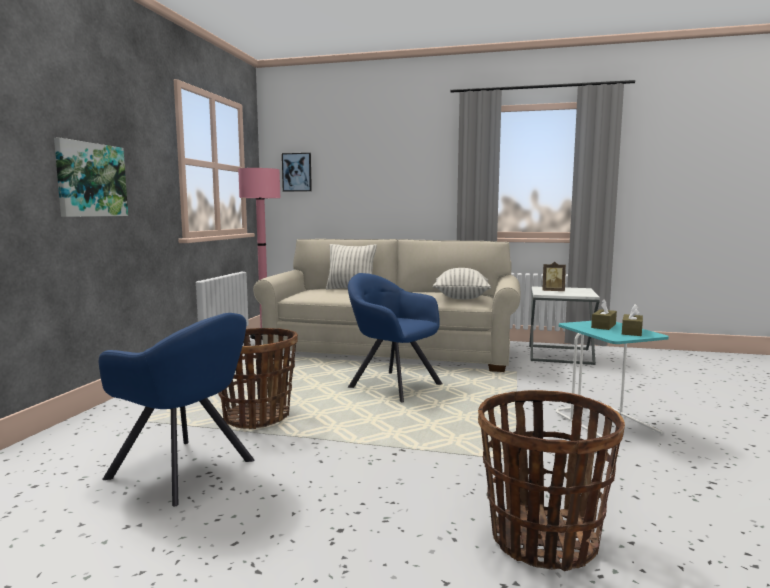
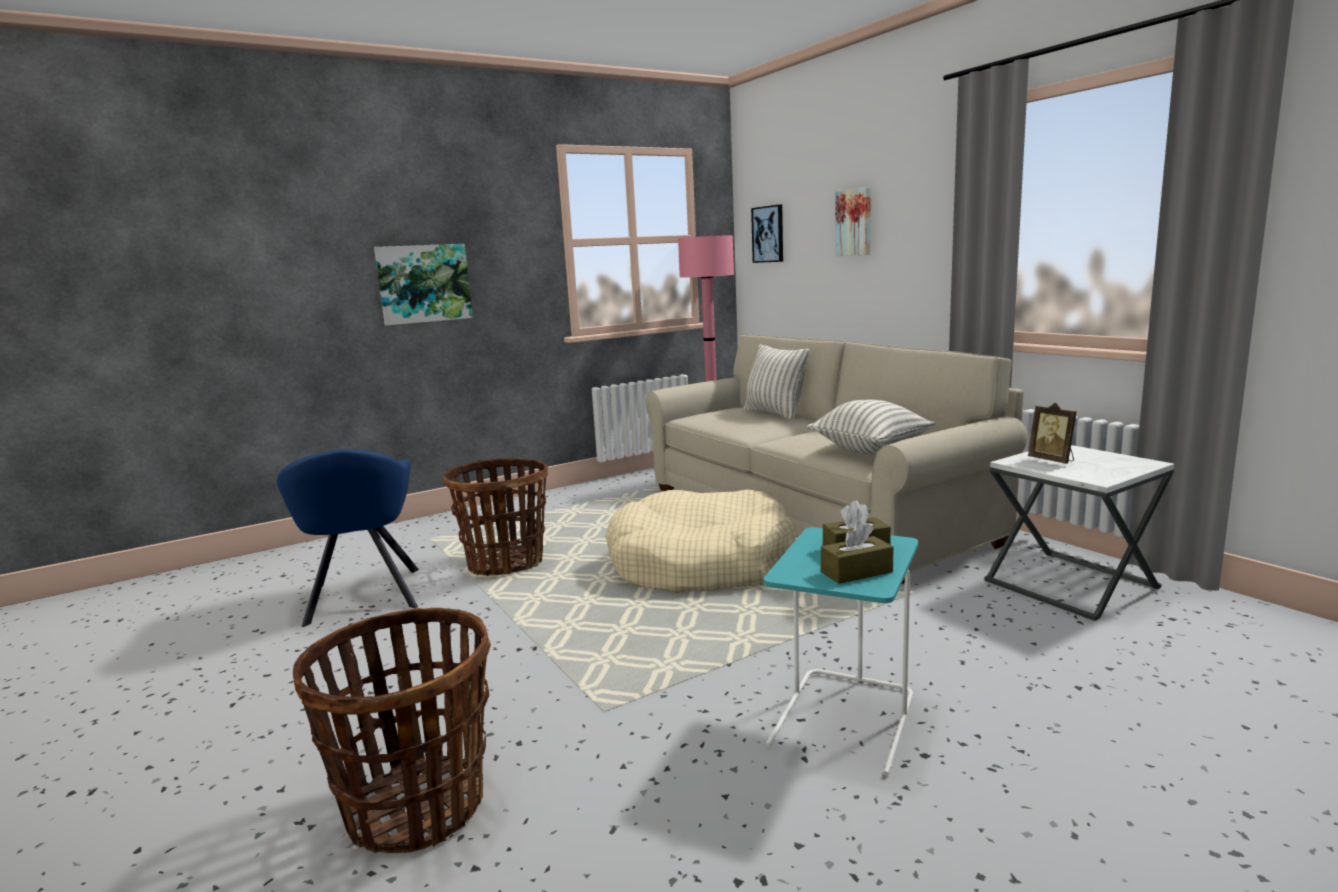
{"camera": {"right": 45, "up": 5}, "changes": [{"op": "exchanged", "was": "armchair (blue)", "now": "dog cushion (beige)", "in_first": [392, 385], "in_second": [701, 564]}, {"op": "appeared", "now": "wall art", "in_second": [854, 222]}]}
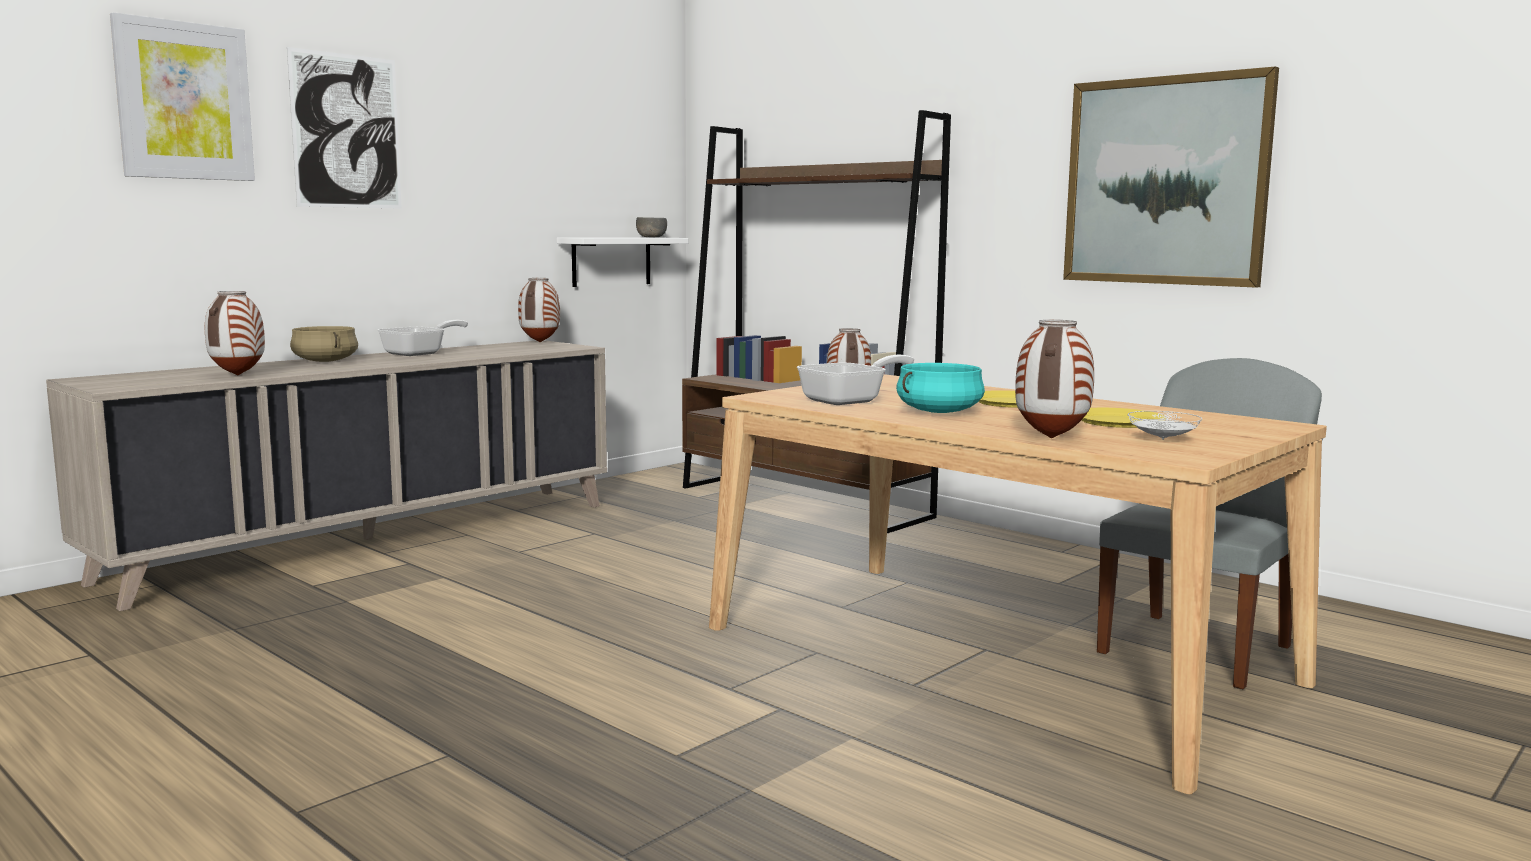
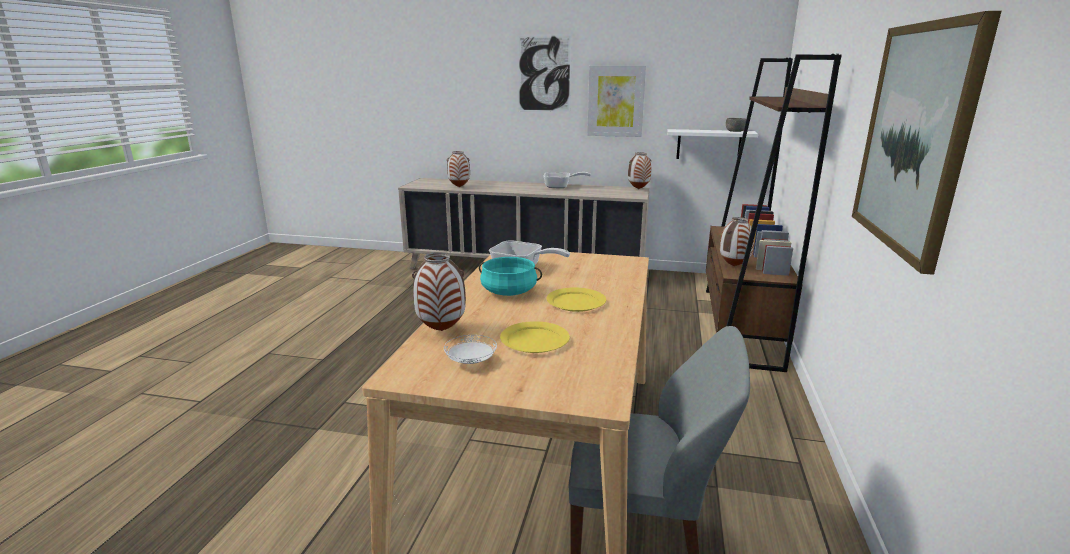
{"camera": {"right": 60, "up": 10}, "changes": [{"op": "relocated", "was": "wall art", "in_first": [184, 101], "in_second": [616, 101]}, {"op": "missing", "was": "saucepot (beige)", "in_first": [326, 361]}]}
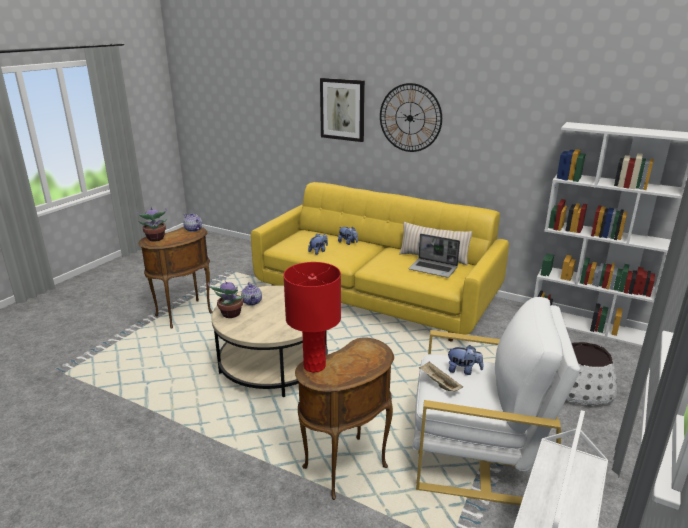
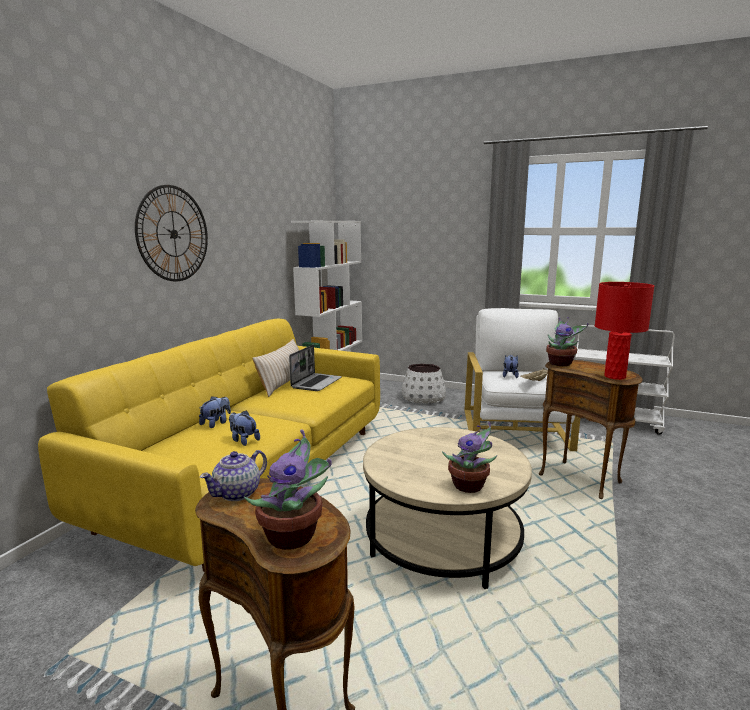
{"camera": {"right": -95, "up": -10}, "changes": [{"op": "missing", "was": "tea pot", "in_first": [252, 302]}, {"op": "missing", "was": "wall art", "in_first": [342, 109]}, {"op": "appeared", "now": "plant in a pot", "in_second": [561, 363]}]}
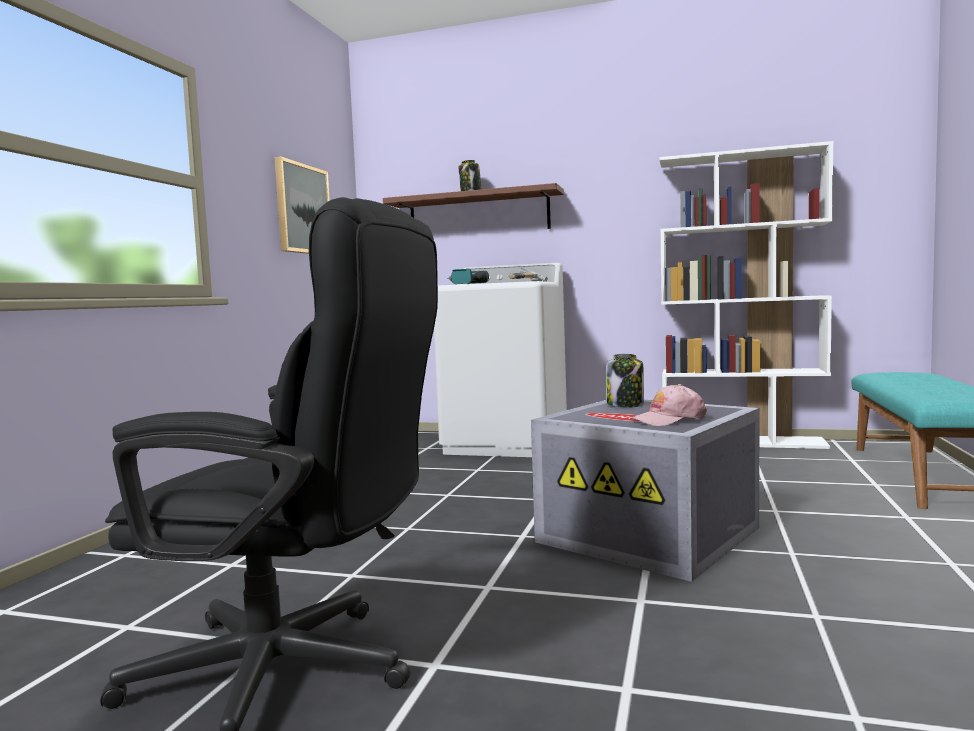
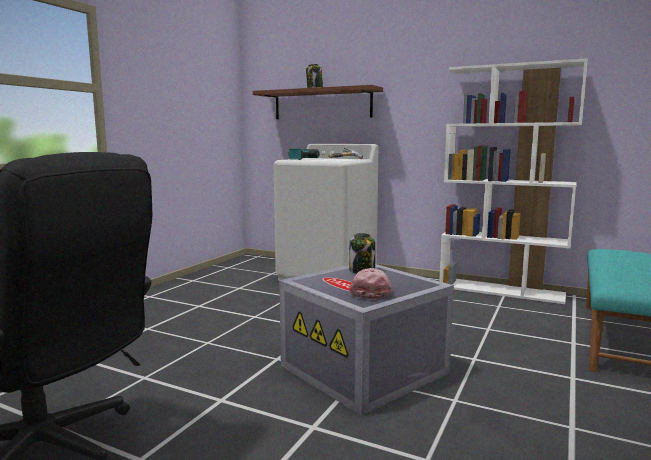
{"camera": {"right": 10, "up": 5}, "changes": [{"op": "missing", "was": "wall art", "in_first": [302, 209]}, {"op": "spun", "was": "peaked cap (pinkish)", "in_first": [668, 420], "in_second": [370, 292], "clockwise": 105}]}
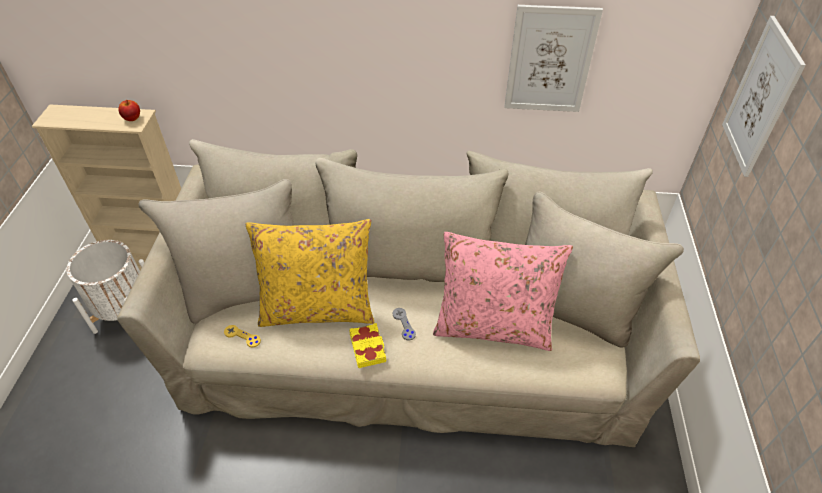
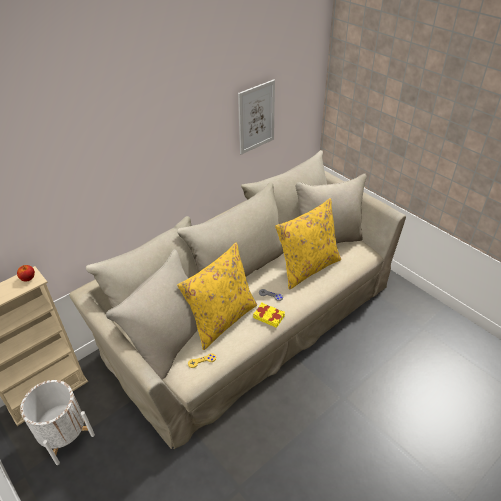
{"camera": {"right": -45, "up": -5}, "changes": [{"op": "colour", "was": "throw pillow (pinkish)", "now": "throw pillow (yellow)", "in_first": [493, 326], "in_second": [308, 267]}, {"op": "missing", "was": "wall art", "in_first": [760, 98]}]}
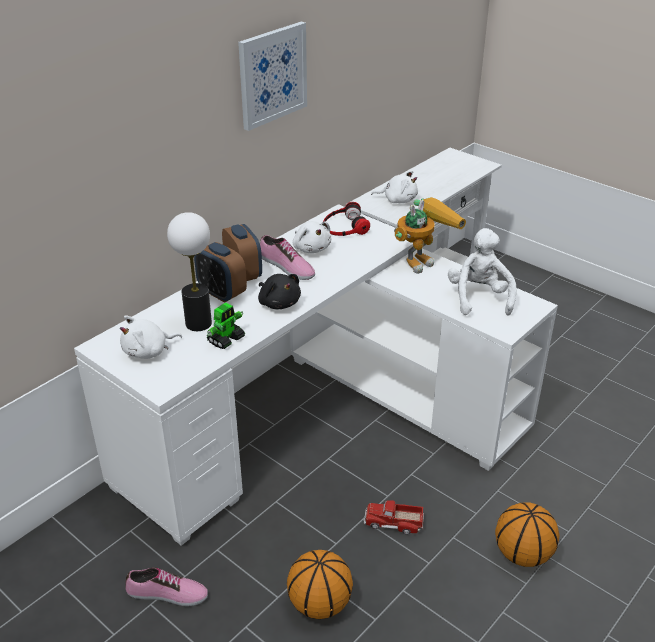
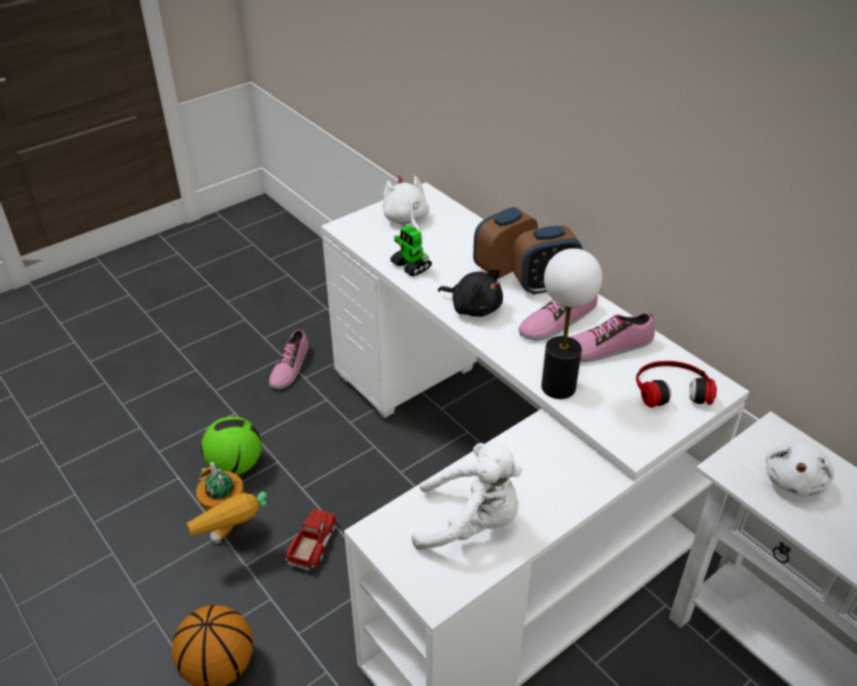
{"camera": {"right": 100, "up": 5}, "changes": [{"op": "relocated", "was": "tabletop lamp", "in_first": [198, 324], "in_second": [557, 387]}, {"op": "missing", "was": "wall art", "in_first": [272, 75]}, {"op": "spun", "was": "plush toy (black)", "in_first": [278, 303], "in_second": [474, 307], "clockwise": -120}, {"op": "exchanged", "was": "ball for basketball", "now": "football ball", "in_first": [319, 603], "in_second": [236, 465]}, {"op": "exchanged", "was": "plush toy (white-coloured)", "now": "shoe", "in_first": [311, 248], "in_second": [605, 347]}, {"op": "relocated", "was": "model robot", "in_first": [422, 259], "in_second": [231, 536]}]}
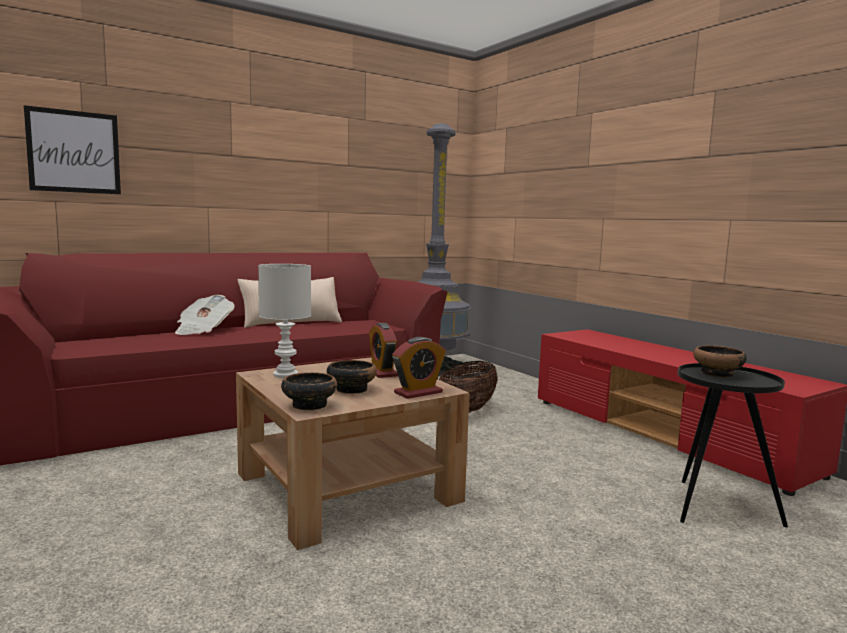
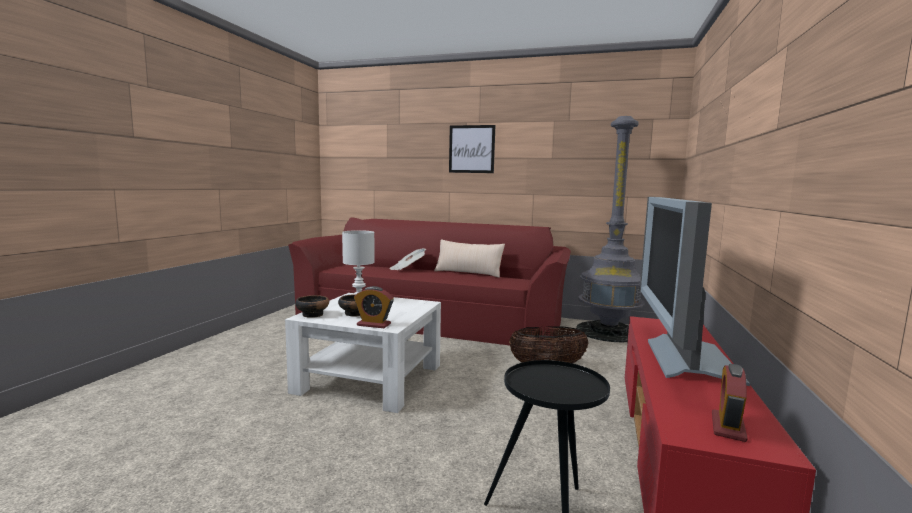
{"camera": {"right": 50, "up": 0}, "changes": [{"op": "relocated", "was": "wall art", "in_first": [74, 152], "in_second": [471, 149]}, {"op": "colour", "was": "coffee table (brown)", "now": "coffee table (white-coloured)", "in_first": [346, 487], "in_second": [369, 378]}, {"op": "relocated", "was": "bedside clock", "in_first": [382, 372], "in_second": [728, 427]}, {"op": "missing", "was": "serving bowl", "in_first": [718, 374]}, {"op": "appeared", "now": "TV set", "in_second": [684, 360]}]}
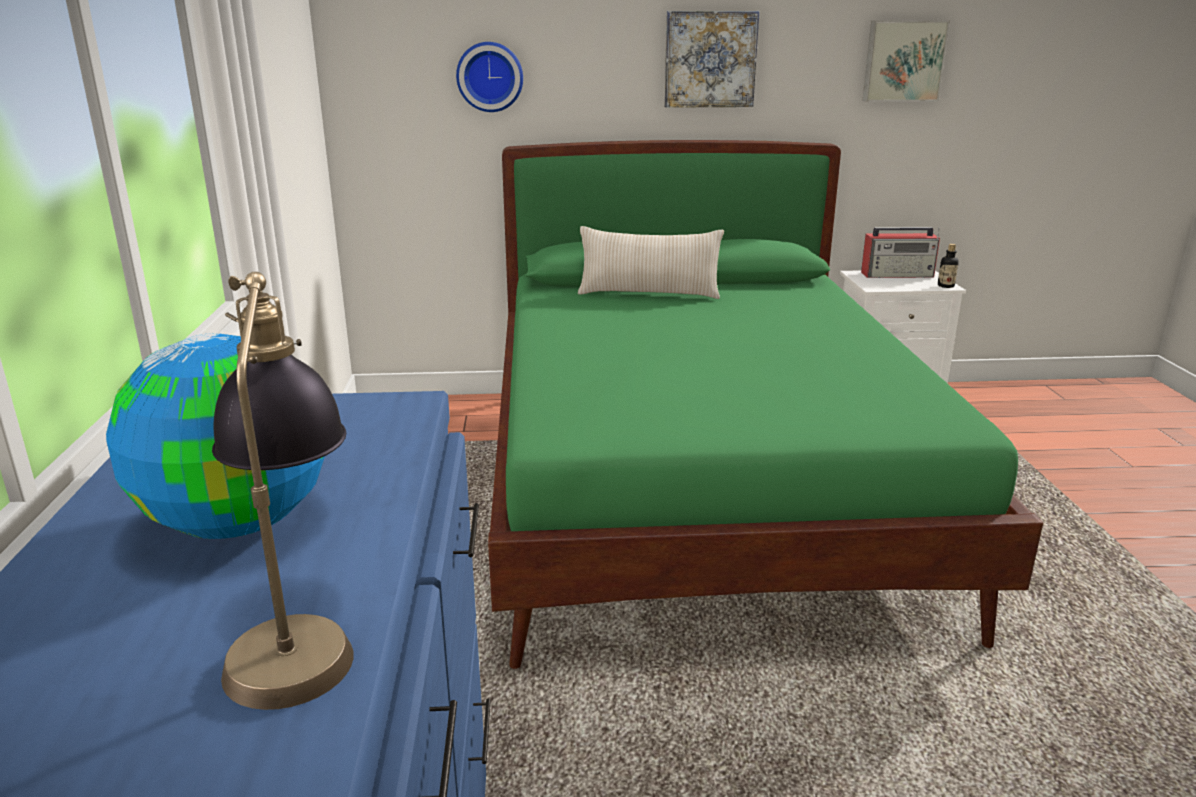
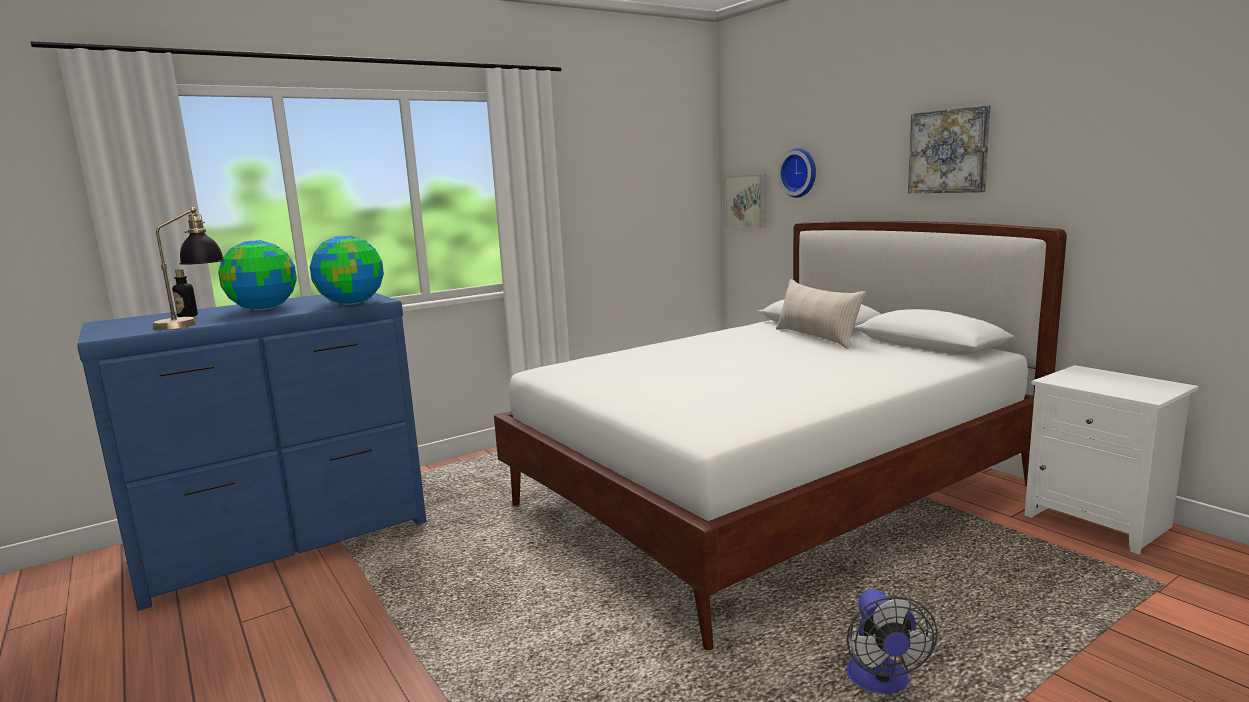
{"camera": {"right": 60, "up": -10}, "changes": [{"op": "colour", "was": "sleeping bed (green-coloured)", "now": "sleeping bed (white-coloured)", "in_first": [700, 492], "in_second": [771, 496]}, {"op": "missing", "was": "radio receiver", "in_first": [898, 275]}, {"op": "relocated", "was": "wall art", "in_first": [903, 61], "in_second": [747, 201]}, {"op": "relocated", "was": "drink bottle", "in_first": [945, 286], "in_second": [187, 316]}, {"op": "appeared", "now": "world globe", "in_second": [352, 303]}, {"op": "appeared", "now": "cooling fan", "in_second": [881, 683]}]}
